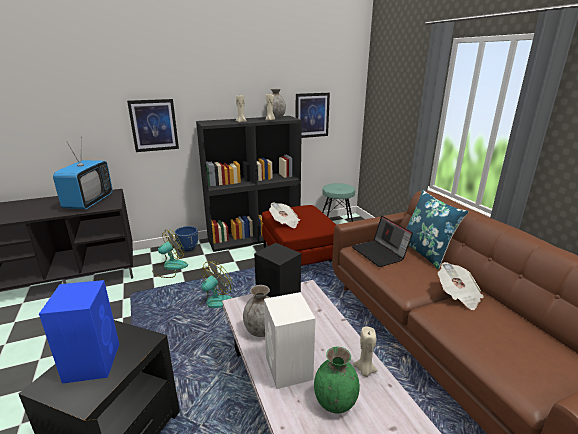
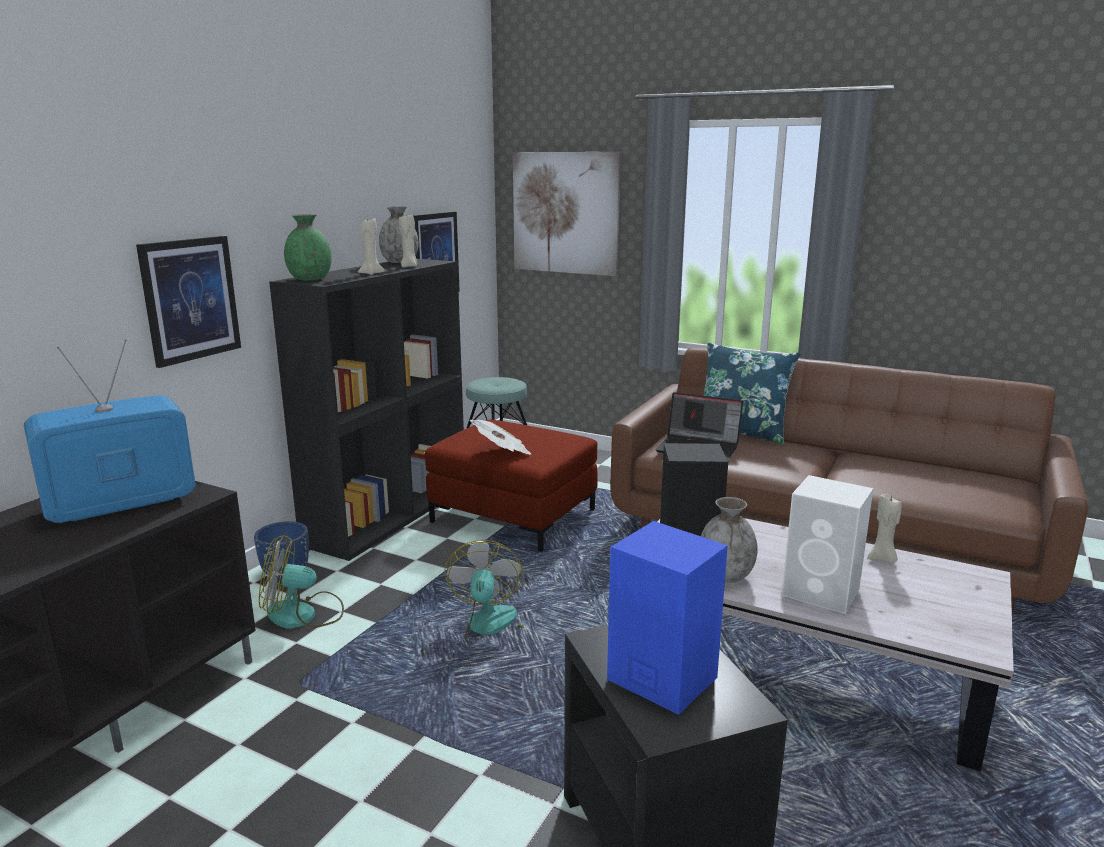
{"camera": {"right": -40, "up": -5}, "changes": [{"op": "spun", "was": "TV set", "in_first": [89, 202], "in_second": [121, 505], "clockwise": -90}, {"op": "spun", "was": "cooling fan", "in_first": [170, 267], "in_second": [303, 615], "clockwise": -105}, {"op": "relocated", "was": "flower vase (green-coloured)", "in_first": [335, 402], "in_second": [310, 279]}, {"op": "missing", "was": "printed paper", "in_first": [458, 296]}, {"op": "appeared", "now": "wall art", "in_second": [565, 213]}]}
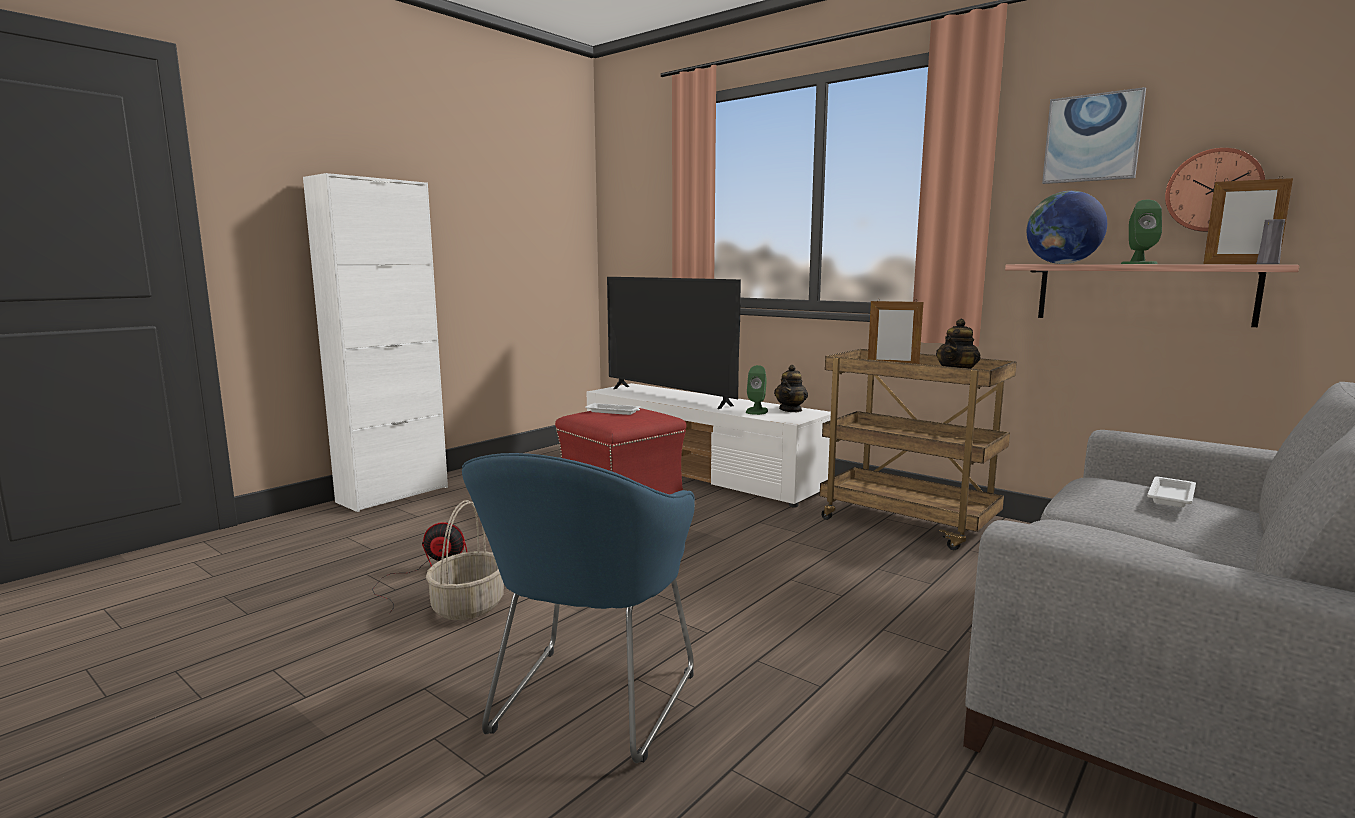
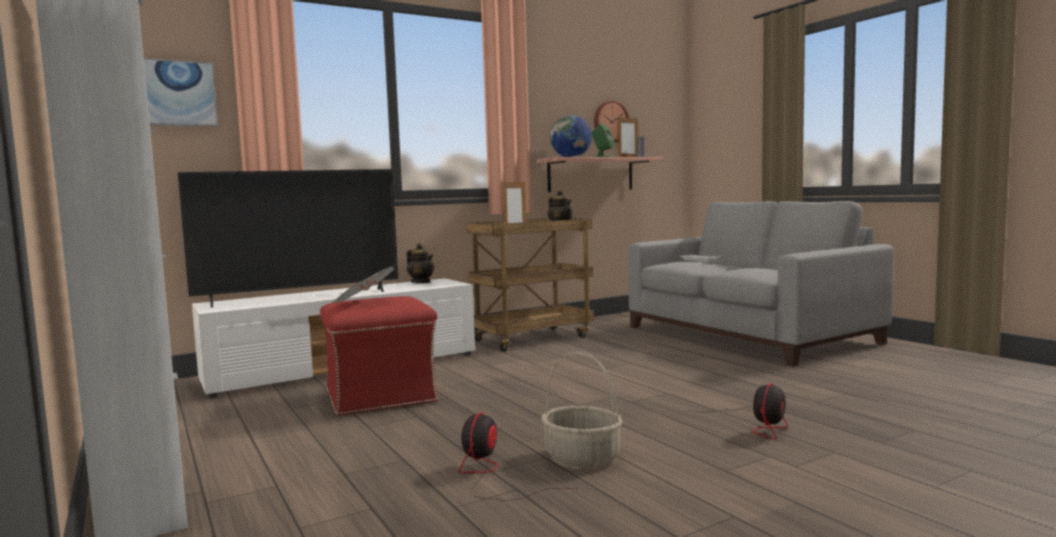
{"camera": {"right": -70, "up": -5}, "changes": [{"op": "exchanged", "was": "armchair (blue)", "now": "cooling fan", "in_first": [588, 707], "in_second": [757, 425]}, {"op": "exchanged", "was": "carrying tray (white-coloured)", "now": "printed paper", "in_first": [614, 412], "in_second": [364, 303]}, {"op": "missing", "was": "loudspeaker (green-coloured)", "in_first": [757, 411]}, {"op": "relocated", "was": "wall art", "in_first": [1092, 138], "in_second": [180, 93]}]}
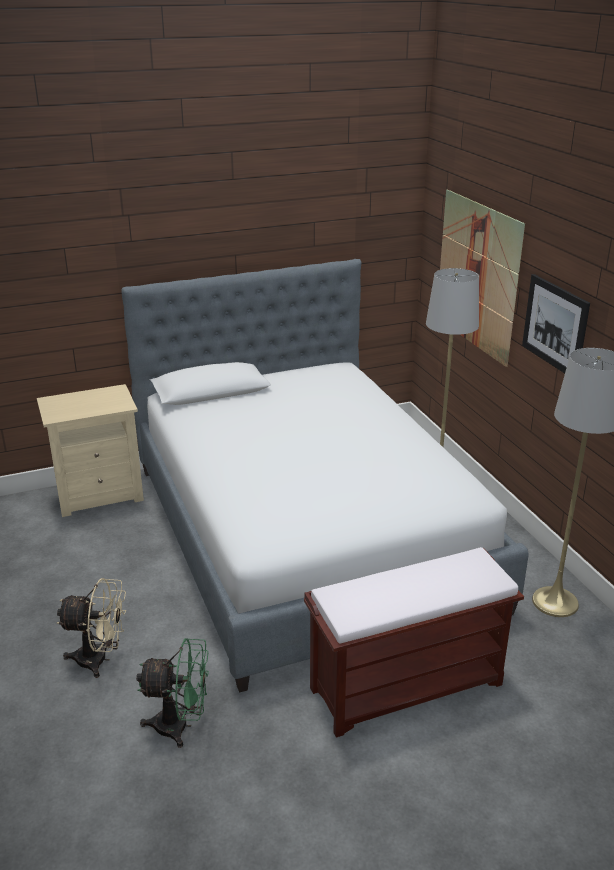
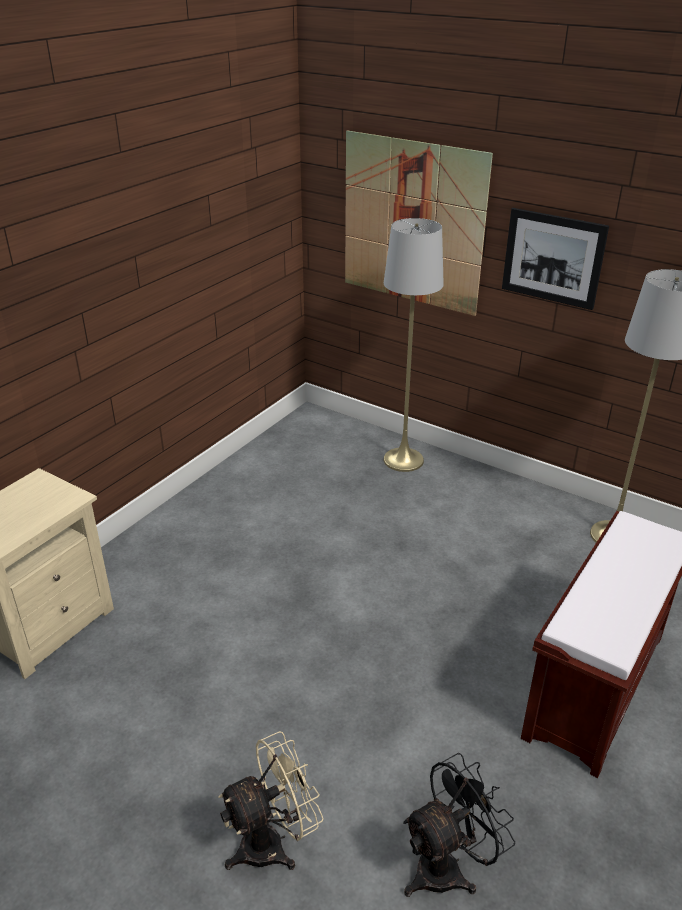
{"camera": {"right": -35, "up": 5}, "changes": [{"op": "missing", "was": "sleeping bed", "in_first": [306, 535]}, {"op": "colour", "was": "cooling fan (green-coloured)", "now": "cooling fan (black)", "in_first": [180, 726], "in_second": [448, 866]}]}
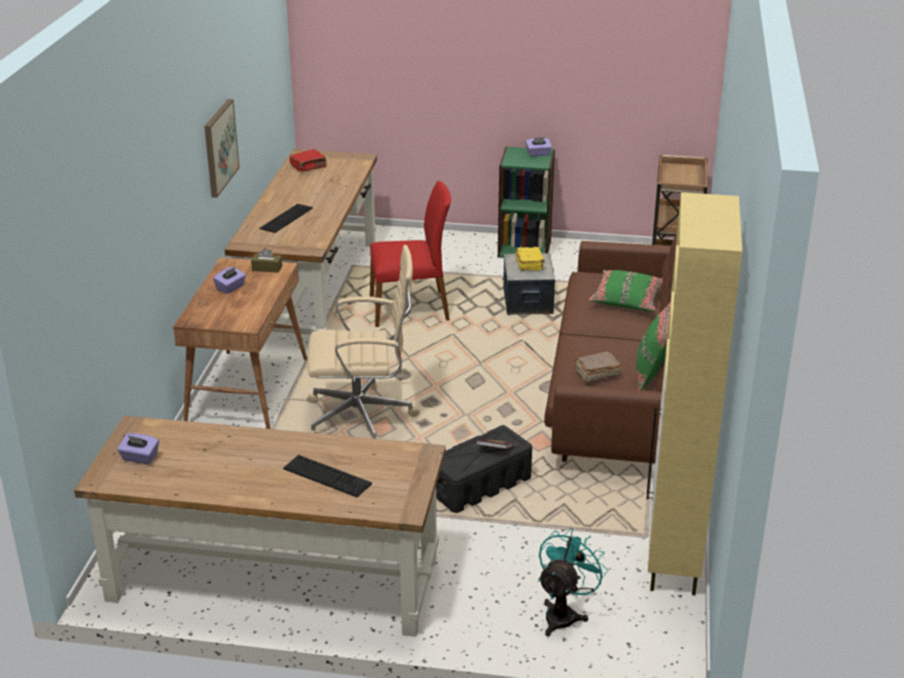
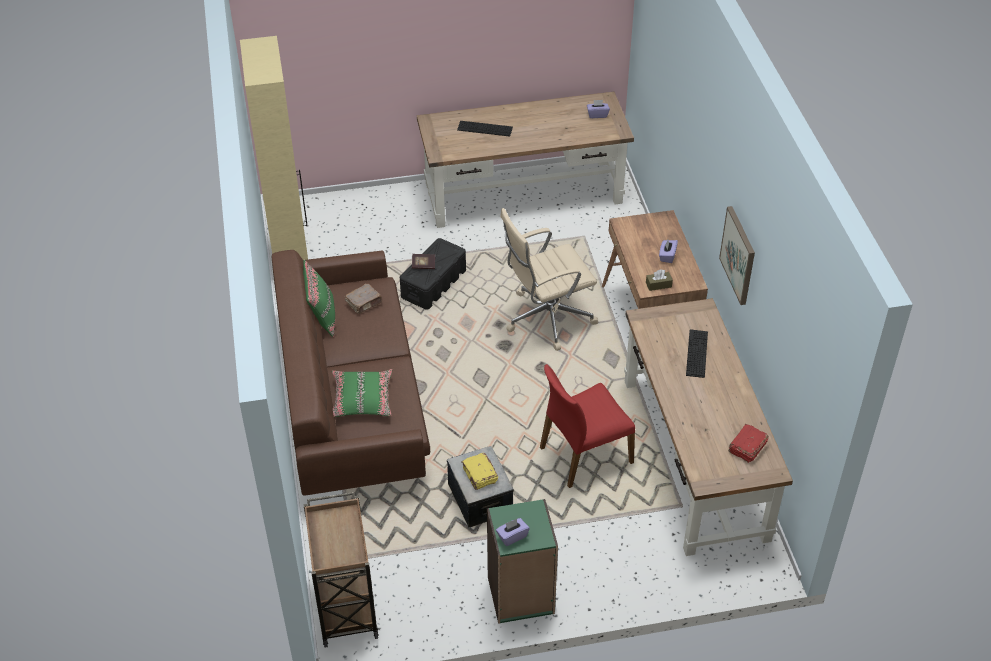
{"camera": {"right": 160, "up": 15}, "changes": [{"op": "missing", "was": "cooling fan (turquoise-coloured)", "in_first": [564, 614]}]}
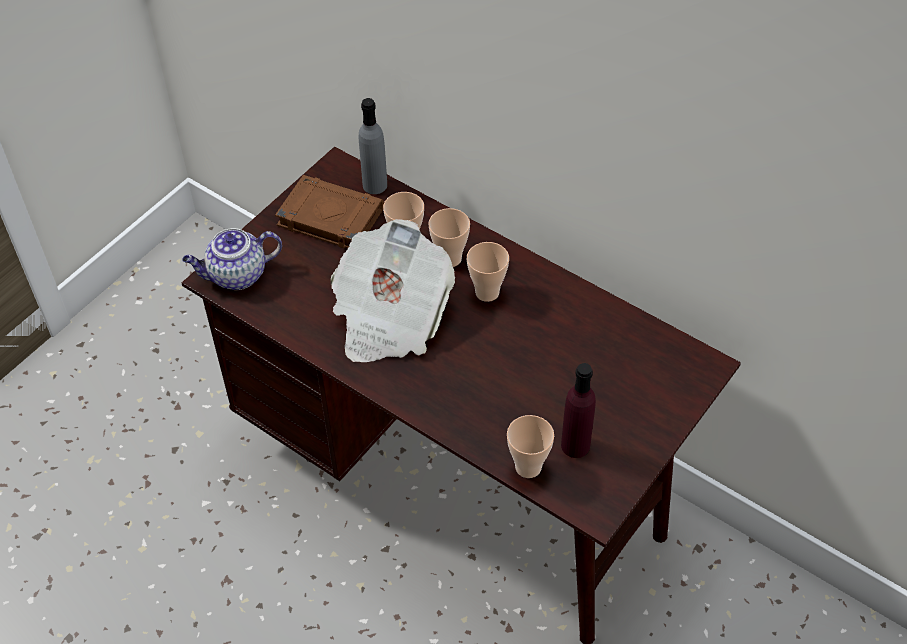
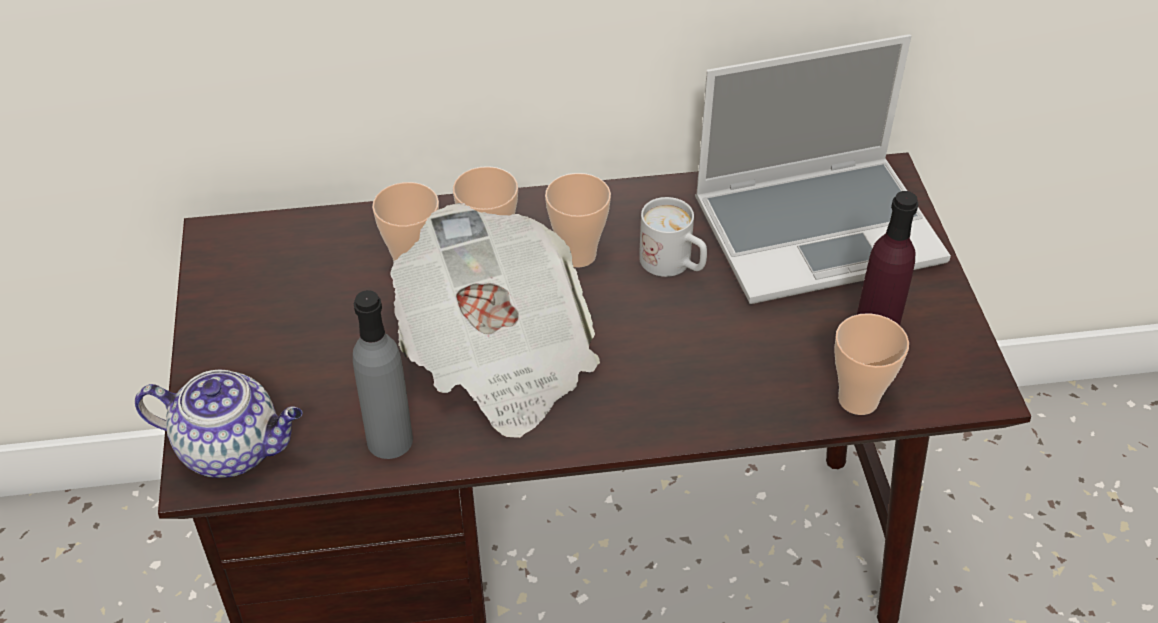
{"camera": {"right": -45, "up": -5}, "changes": [{"op": "spun", "was": "tea pot", "in_first": [236, 276], "in_second": [233, 448], "clockwise": -105}, {"op": "missing", "was": "bound book (brown)", "in_first": [329, 217]}, {"op": "relocated", "was": "drink bottle (gray)", "in_first": [375, 185], "in_second": [390, 440]}, {"op": "appeared", "now": "mug (white-coloured)", "in_second": [674, 265]}, {"op": "appeared", "now": "laptop", "in_second": [819, 229]}]}
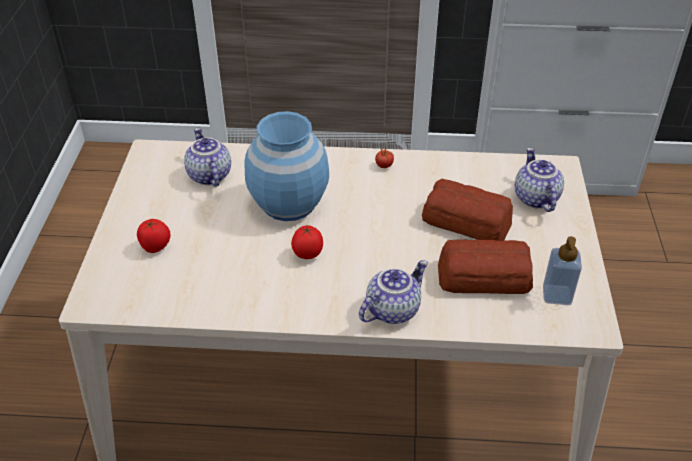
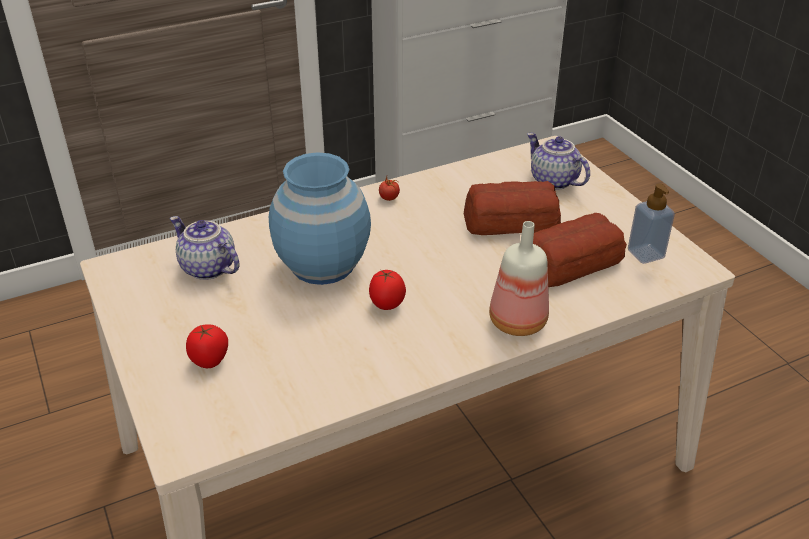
{"camera": {"right": -30, "up": -5}, "changes": [{"op": "exchanged", "was": "tea pot", "now": "drink bottle", "in_first": [392, 309], "in_second": [516, 322]}]}
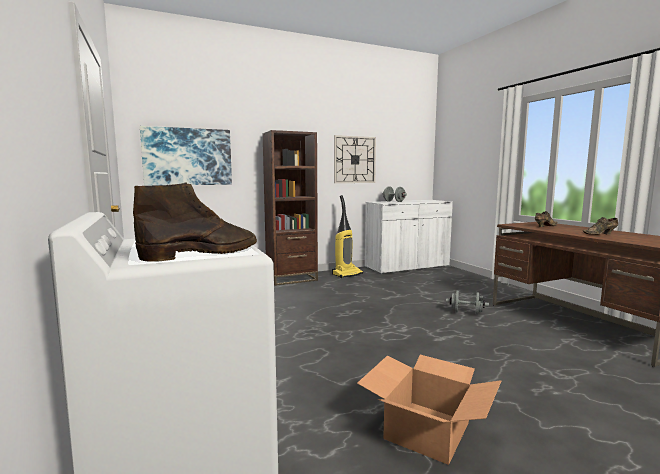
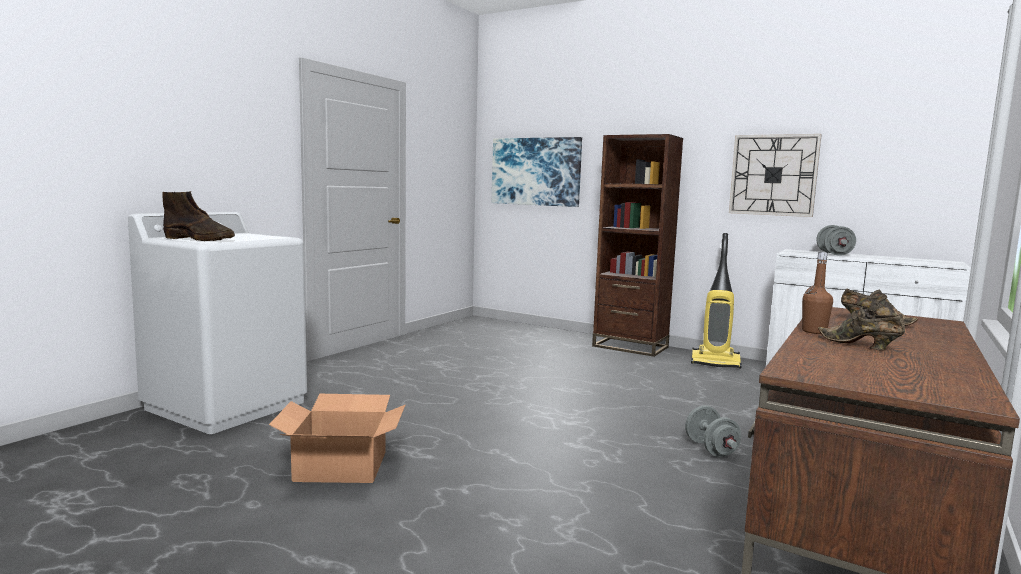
{"camera": {"right": 55, "up": 0}, "changes": [{"op": "appeared", "now": "drink bottle (brown)", "in_second": [814, 331]}]}
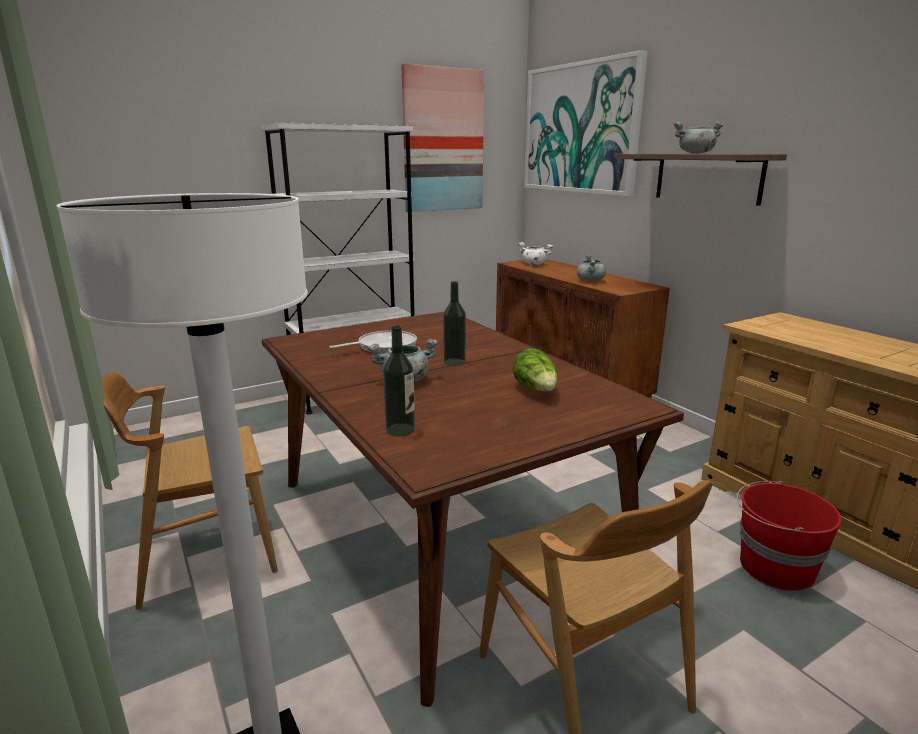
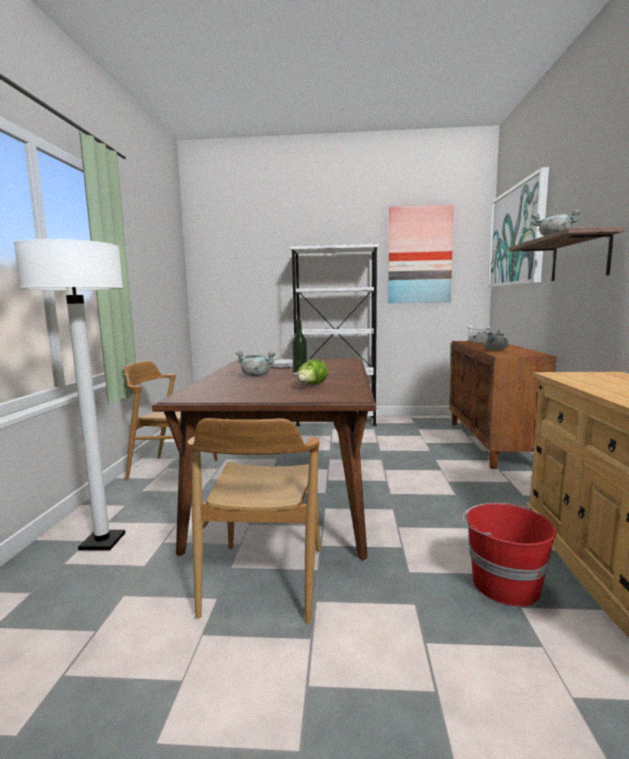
{"camera": {"right": 35, "up": -10}, "changes": [{"op": "missing", "was": "drink bottle", "in_first": [400, 430]}]}
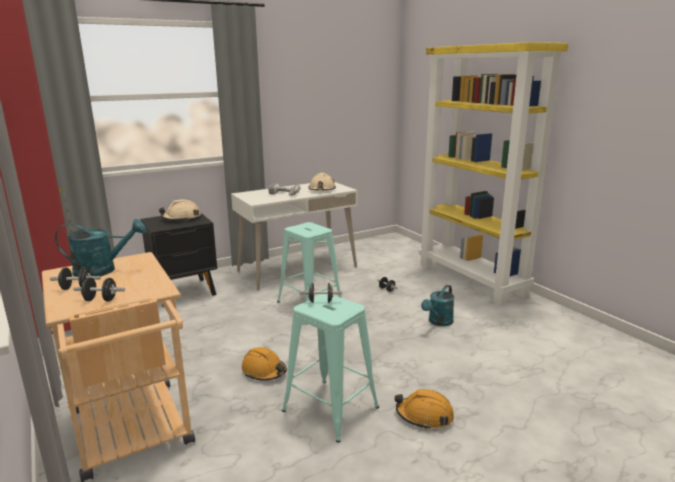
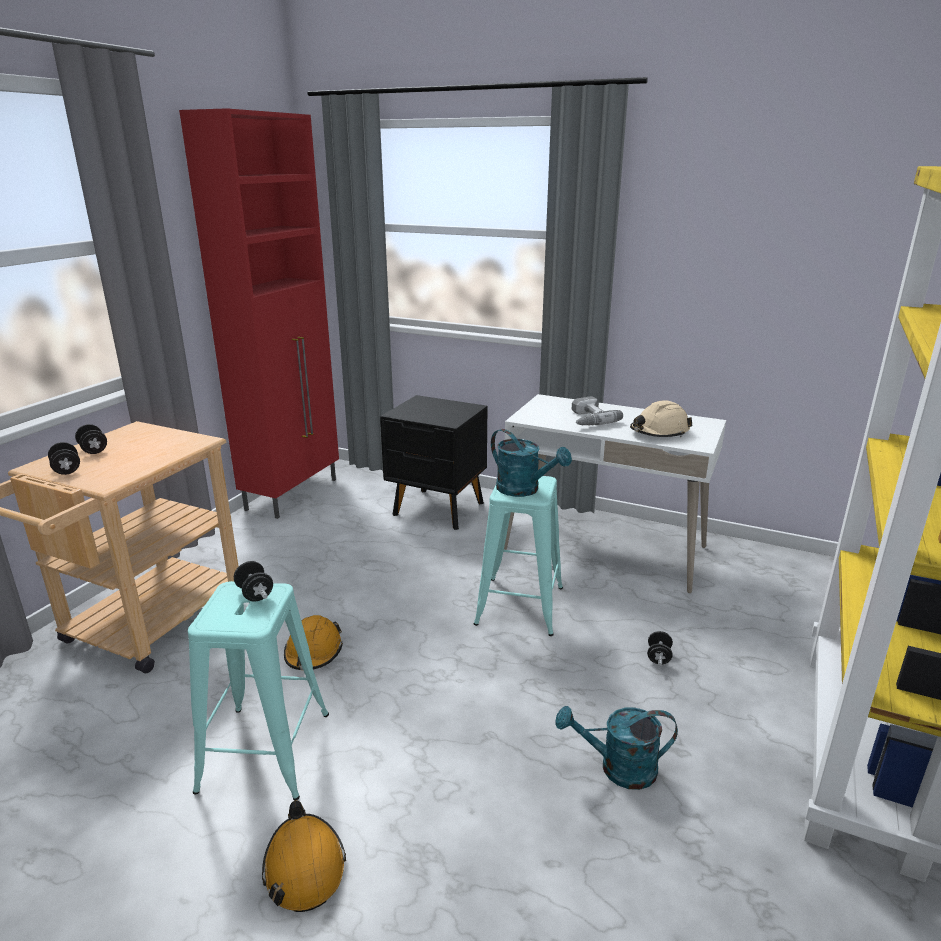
{"camera": {"right": 55, "up": 5}, "changes": [{"op": "relocated", "was": "sprinkling can (turquoise-coloured)", "in_first": [103, 270], "in_second": [524, 490]}, {"op": "missing", "was": "hard hat (beige)", "in_first": [181, 218]}]}
